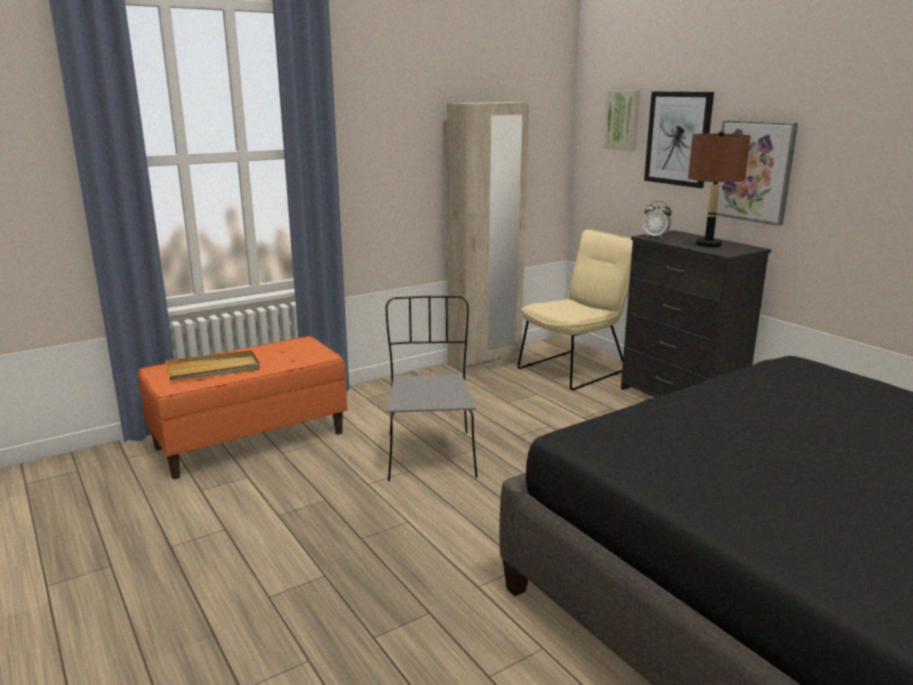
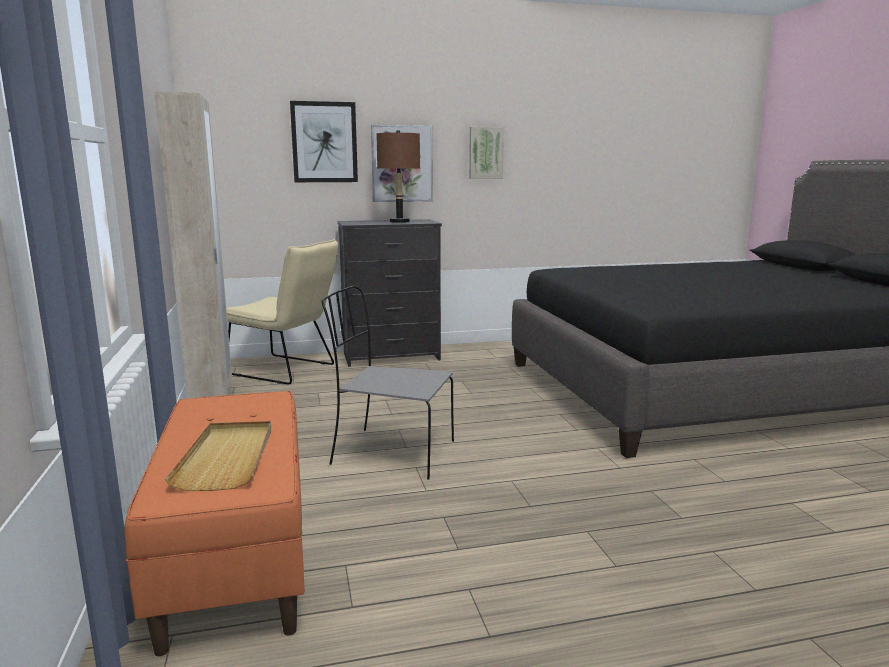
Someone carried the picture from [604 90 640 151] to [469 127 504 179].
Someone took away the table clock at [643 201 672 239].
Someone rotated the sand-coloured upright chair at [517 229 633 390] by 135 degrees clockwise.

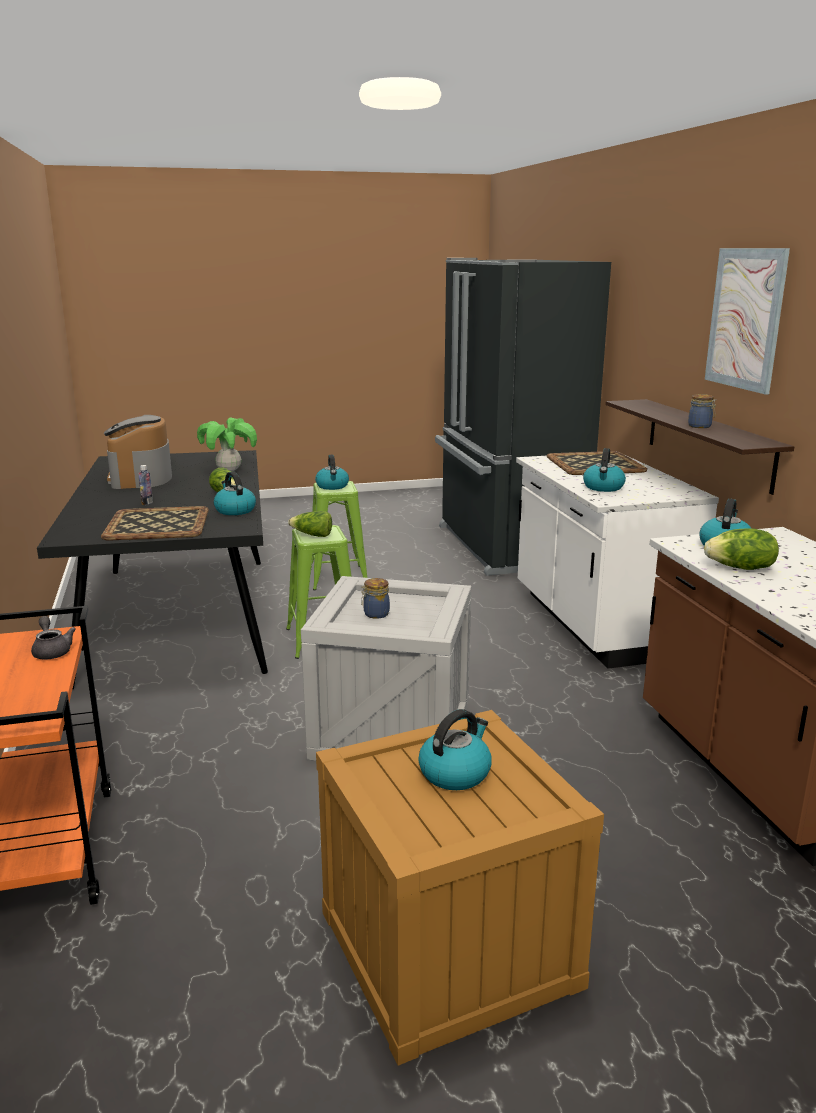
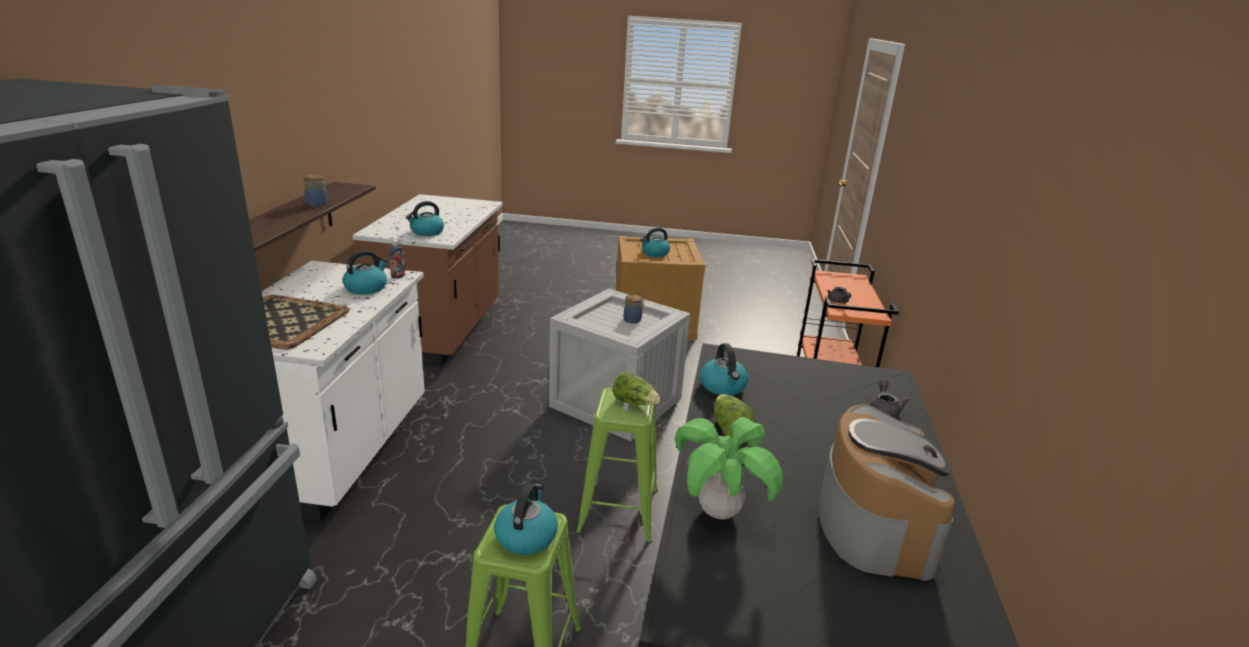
Someone took away the picture at [705 248 790 395].
Someone carried the bottle from [138 465 153 505] to [389 240 405 279].
Someone took away the carrying tray at [101 506 209 541].
Someone took away the lettuce at [704 528 779 570].
Someone put down the gray tea pot at [870 379 909 418].

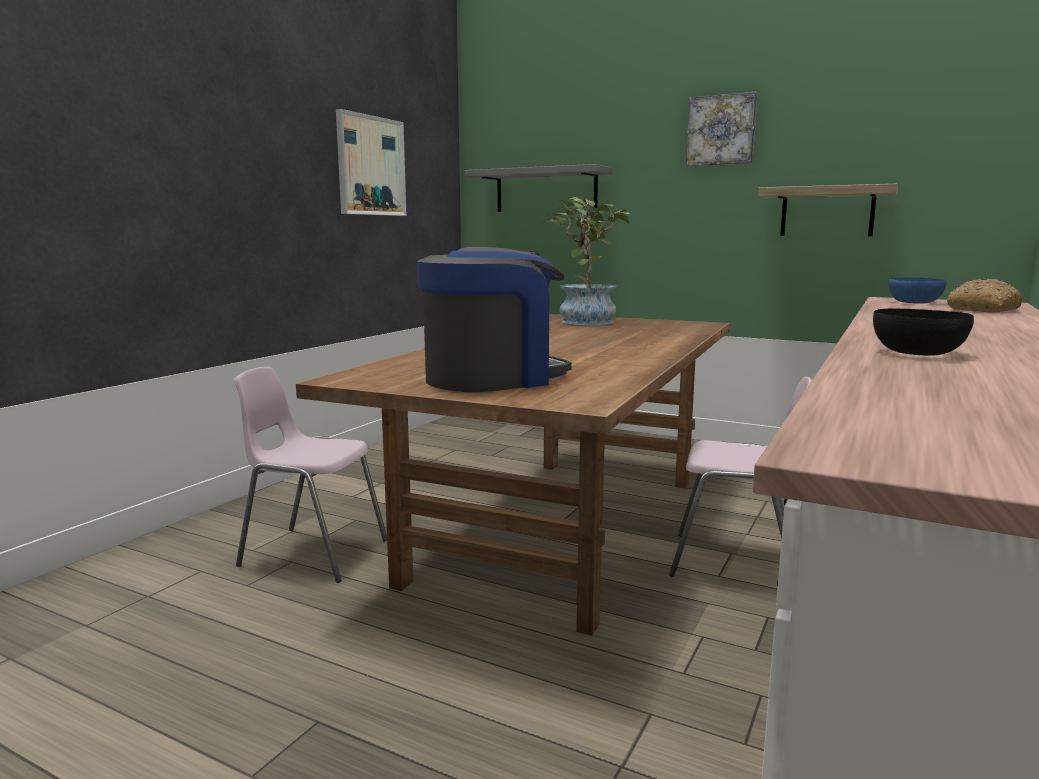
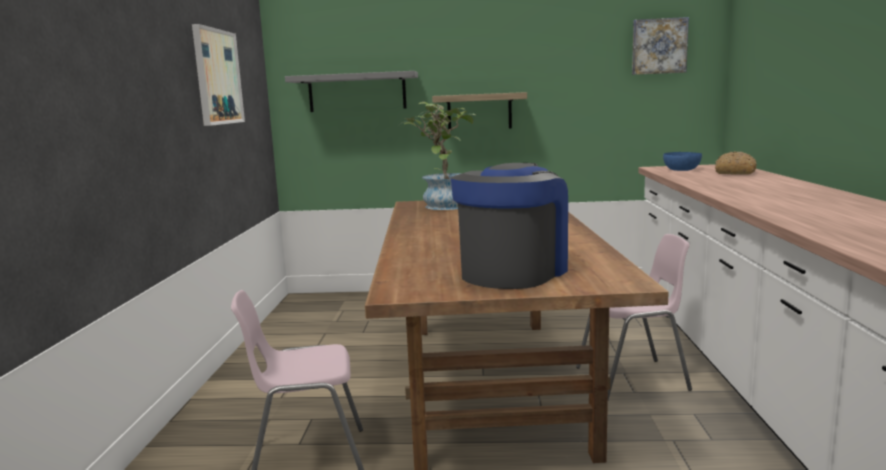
Someone carried the picture from [686 92 757 166] to [632 17 689 75].
Someone carried the bracket shelf from [758 184 898 236] to [432 92 527 130].
Someone took away the black serving bowl at [873 308 974 356].

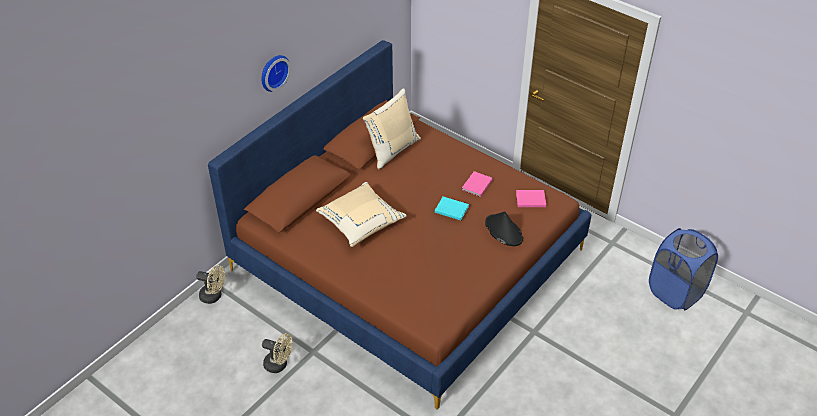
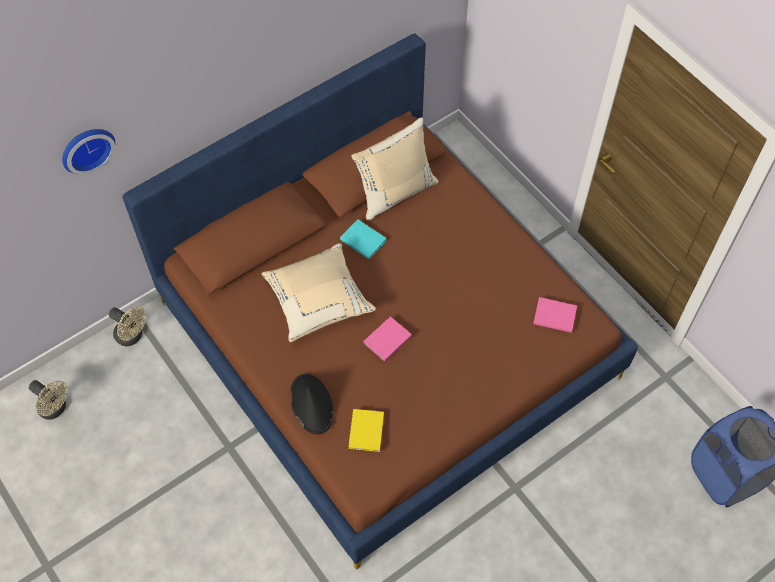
Someone carried the clock on the wall from [262 55 291 92] to [62 129 115 175].
Someone carried the pinkish book from [462 171 493 197] to [363 316 412 362].
Someone carried the turquoise book from [435 196 469 220] to [340 219 387 259].
Someone carried the black wearable hat from [485 211 523 246] to [291 374 333 434].
Someone carried the sand-coloured cooling fan from [262 334 292 373] to [29 380 68 420].
Someone put down the yellow-coloured book at [348 409 384 452].

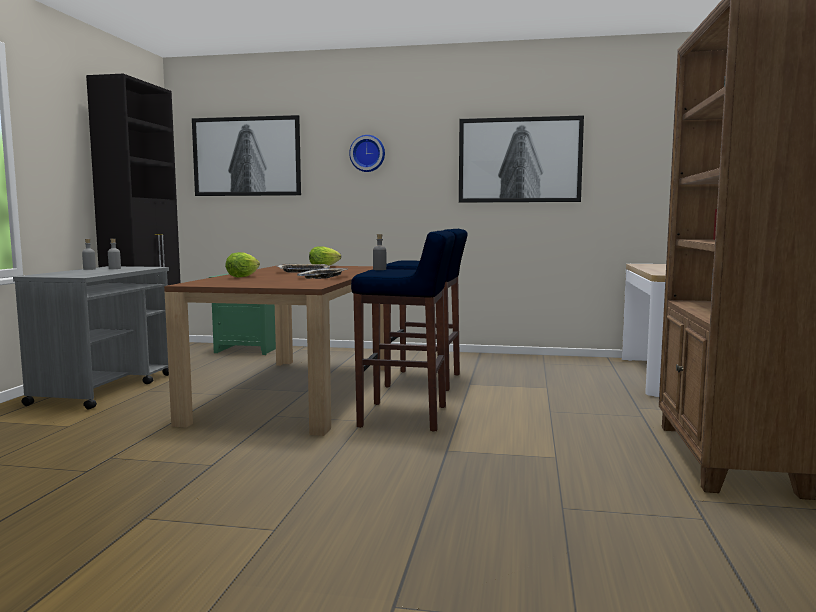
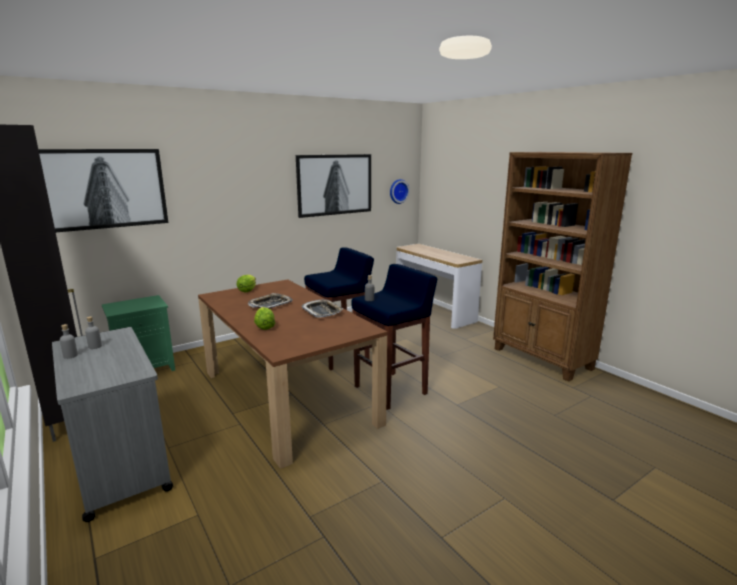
Someone carried the clock on the wall from [349 135 385 172] to [390 179 410 204].

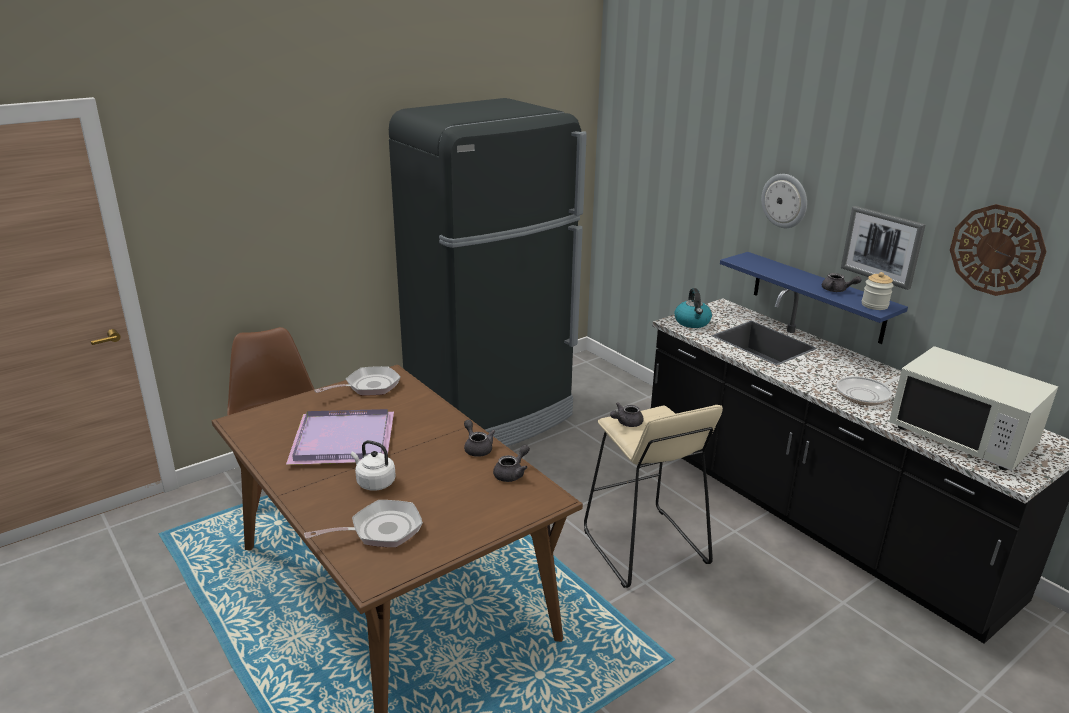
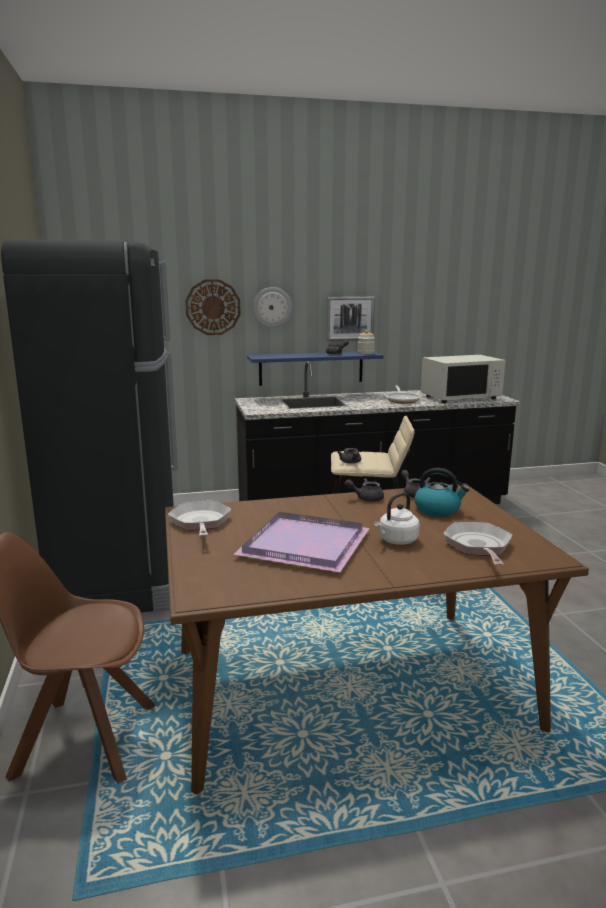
Someone carried the clock on the wall from [950 204 1047 296] to [185 279 241 335].
Someone carried the tea kettle from [674 288 712 328] to [414 468 469 517].

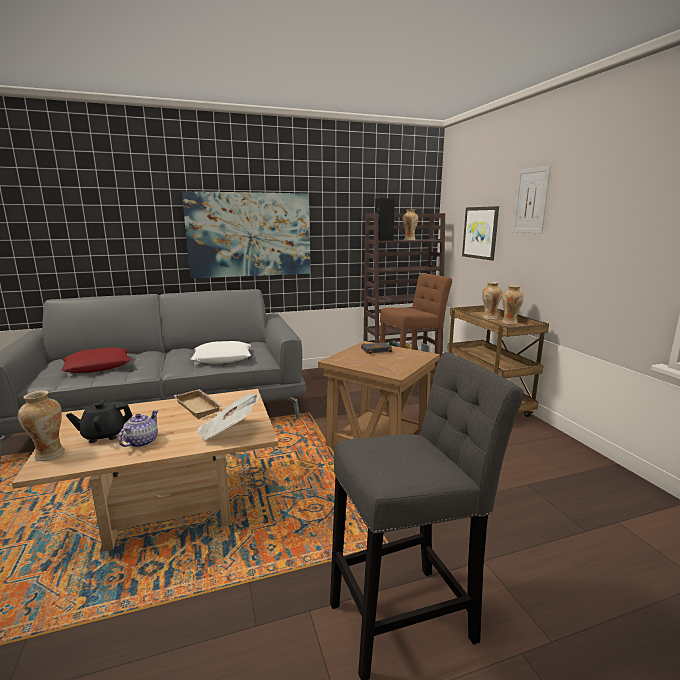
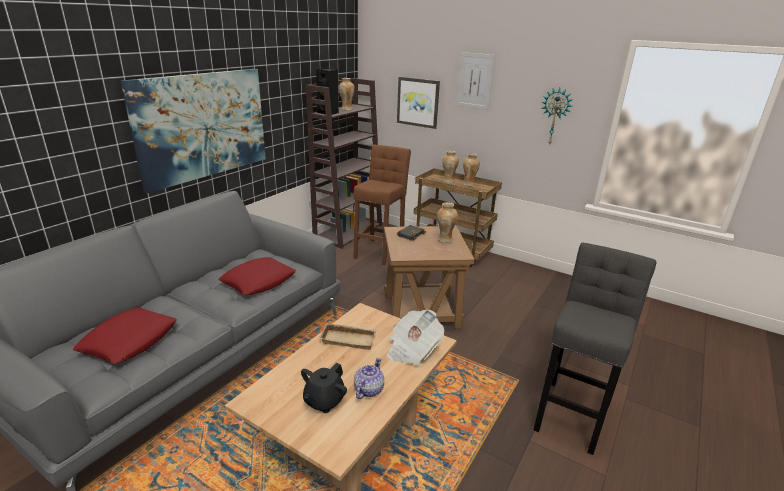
Someone repainted the white throw pillow at [191 341 251 364], which became the red throw pillow at [218 257 296 295].
Someone carried the vase from [18 390 65 461] to [437 202 458 243].
Someone rotated the tea pot at [118 410 158 447] by 45 degrees clockwise.
Someone put up the clock on the wall at [541 88 573 146].

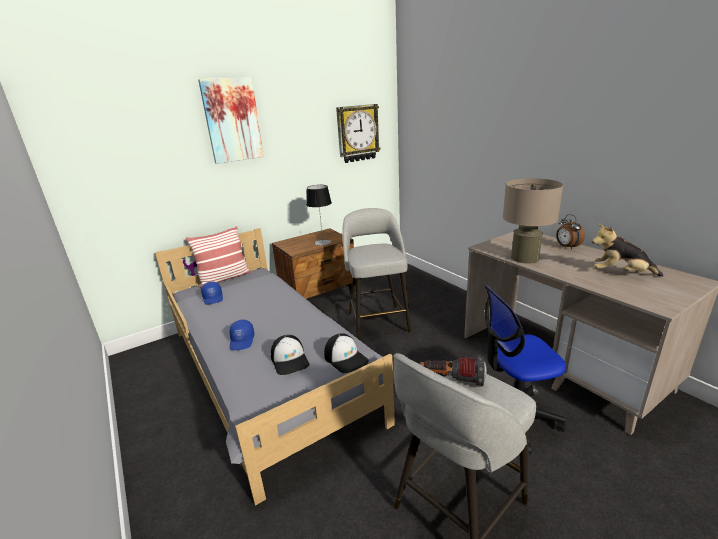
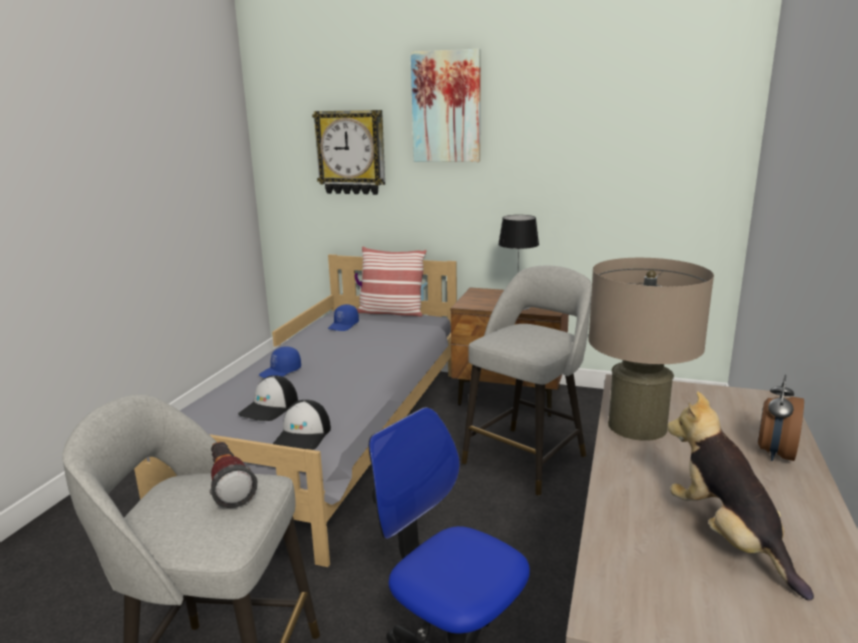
Someone carried the clock on the wall from [336 104 381 163] to [312 110 385 195].

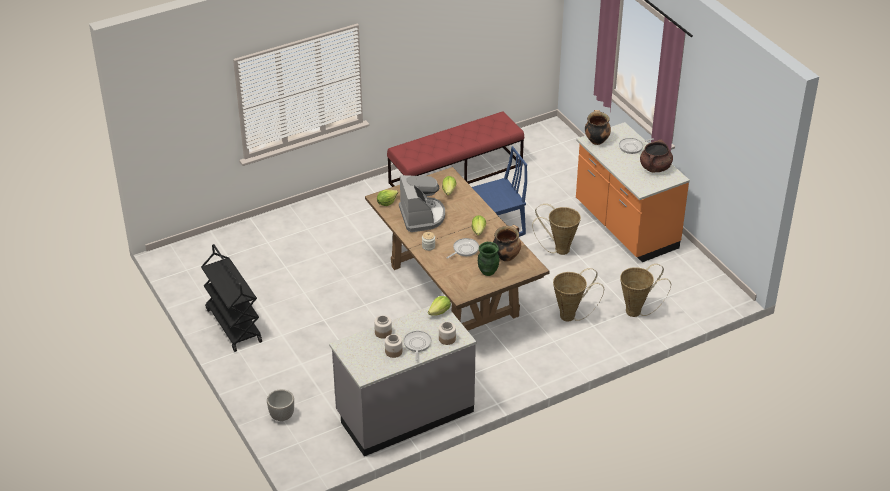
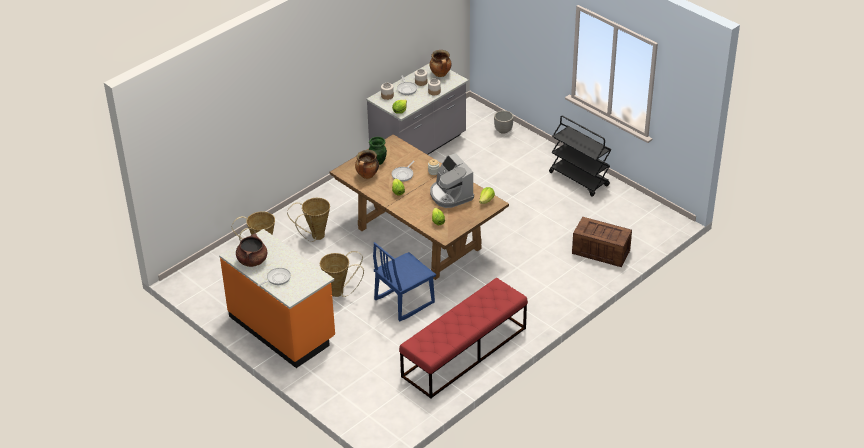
Someone carried the cooking pot from [585 110 611 145] to [430 50 452 77].
Someone put down the shipping crate at [572 217 632 267].

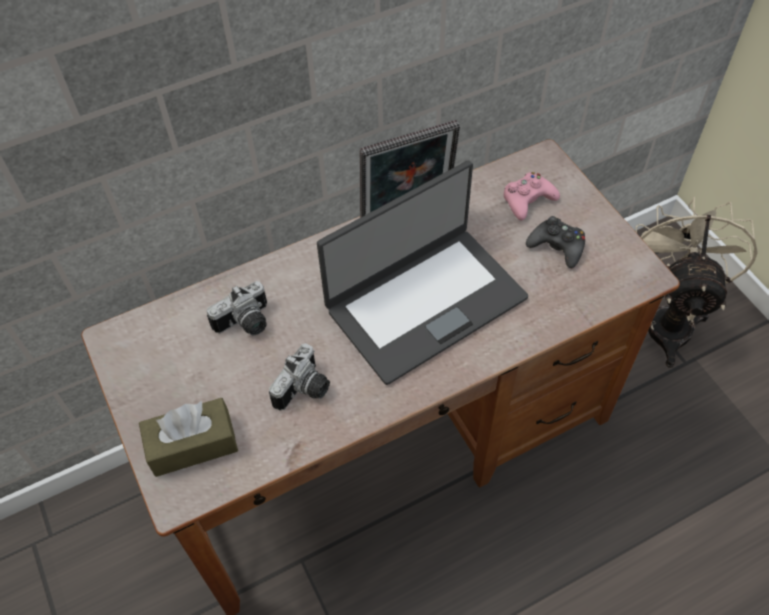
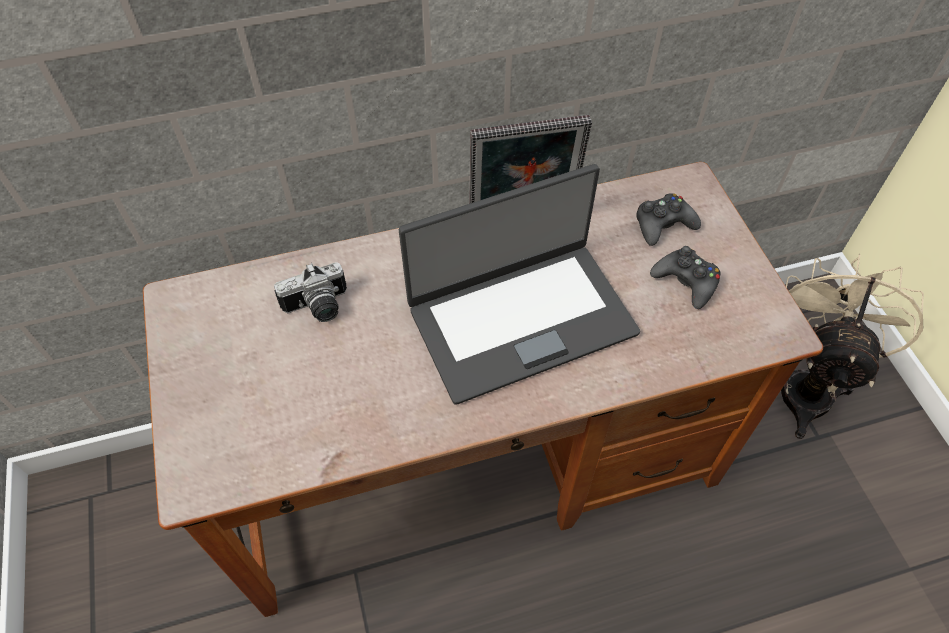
Someone repainted the pinkish joypad at [504 172 560 221], which became the black joypad at [636 193 701 246].
Someone took away the still camera at [269 343 330 411].
Someone took away the brown-coloured box of tissues at [139 398 238 477].

